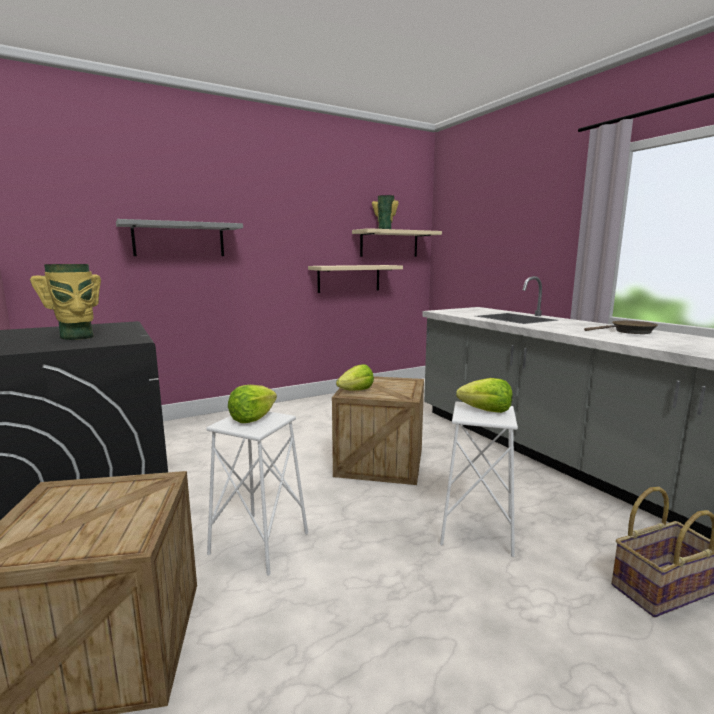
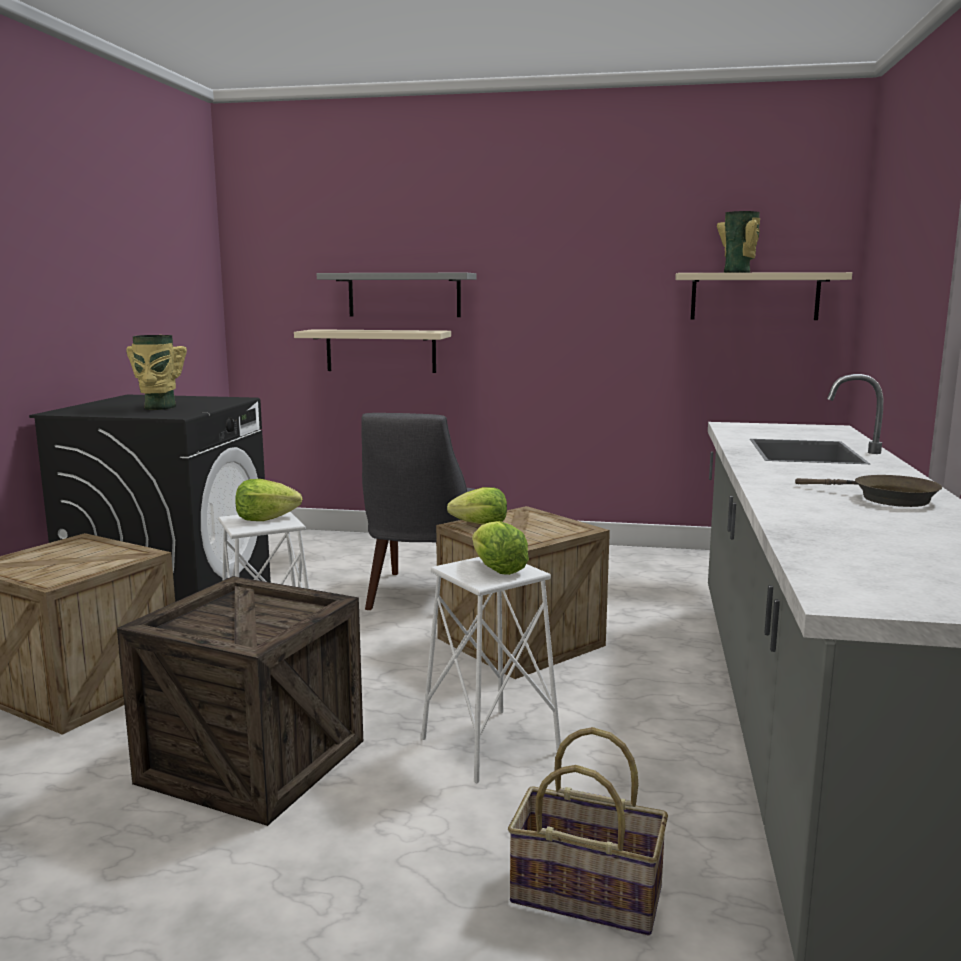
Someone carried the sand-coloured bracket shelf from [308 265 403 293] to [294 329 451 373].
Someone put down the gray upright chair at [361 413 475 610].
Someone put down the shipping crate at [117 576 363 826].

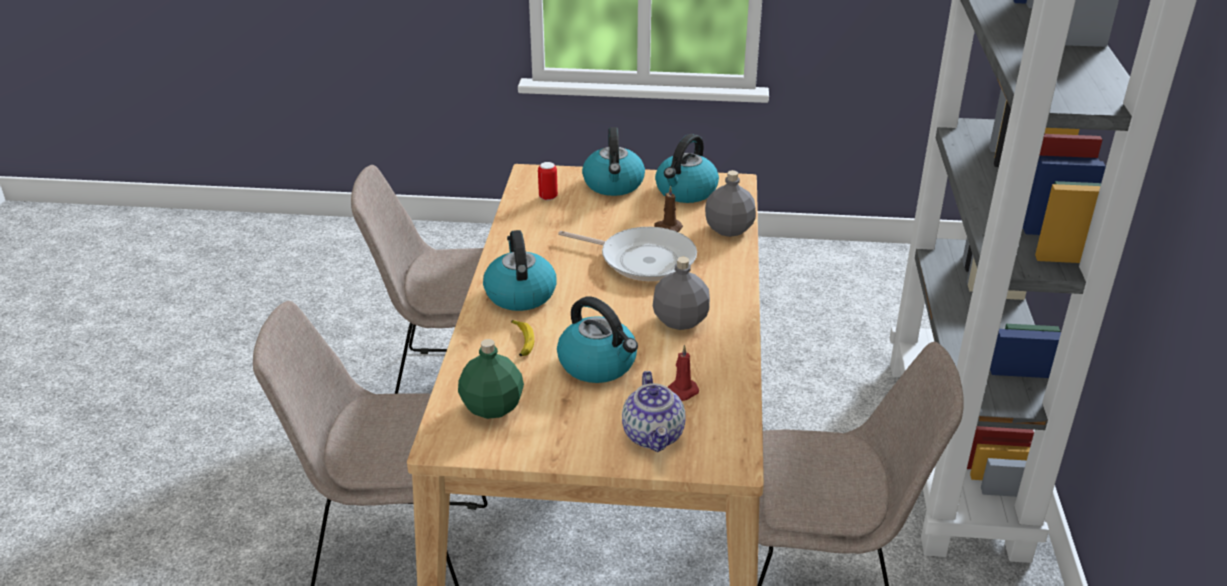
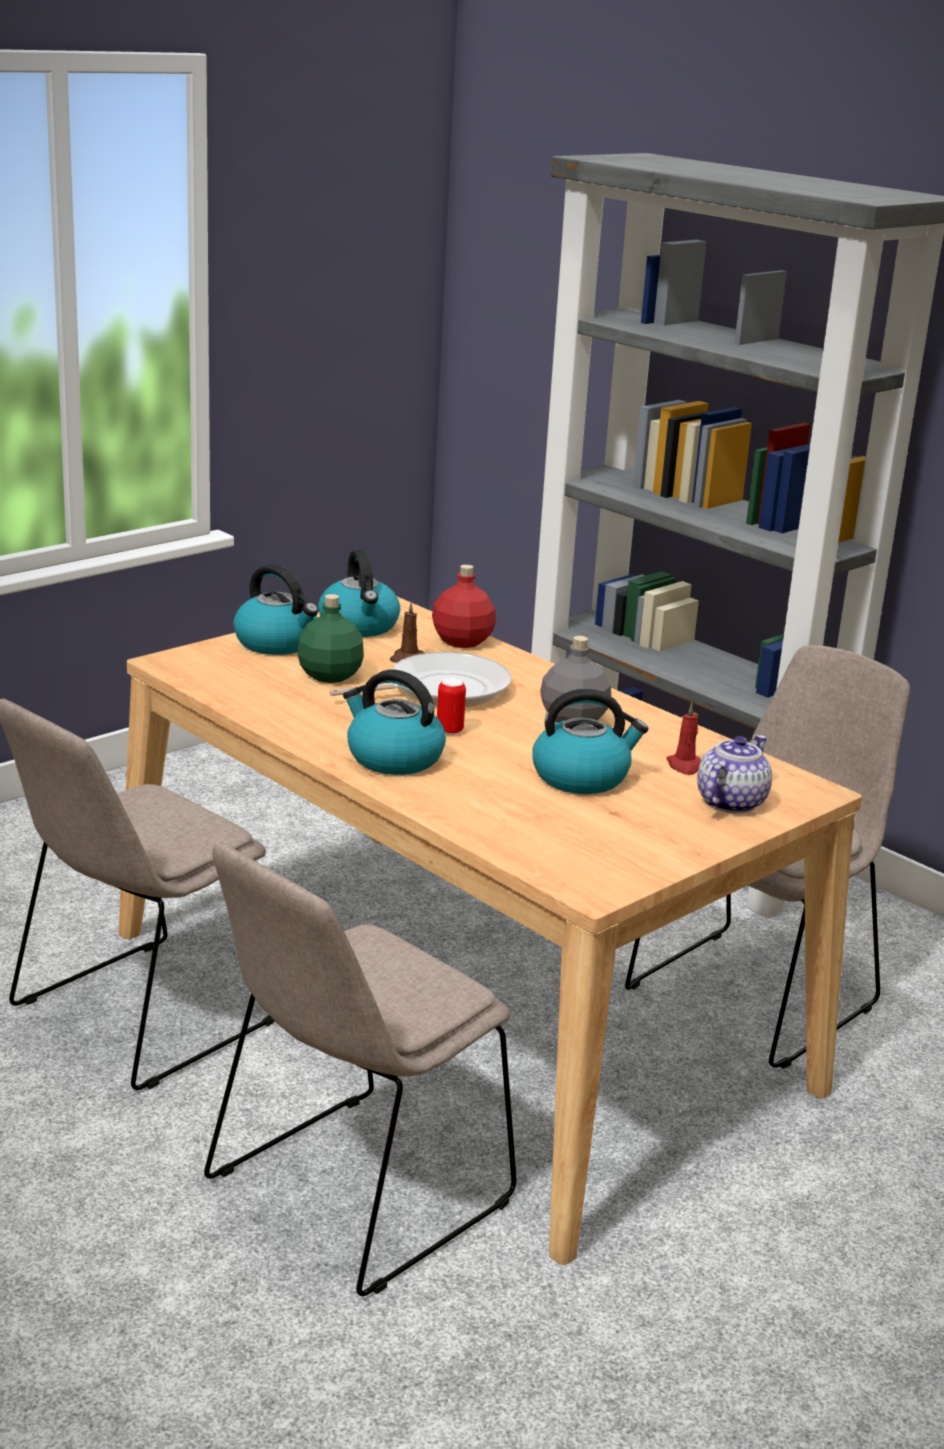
Someone carried the can from [538 162 558 200] to [437 678 466 735].
Someone repainted the gray bottle at [705 170 756 237], which became the red bottle at [432 564 496 648].
Someone took away the whole banana at [511 320 534 356].
Someone carried the green-coloured bottle from [458 339 524 419] to [298 594 364 683].
Someone rotated the tea pot at [622 371 686 452] by 90 degrees counterclockwise.

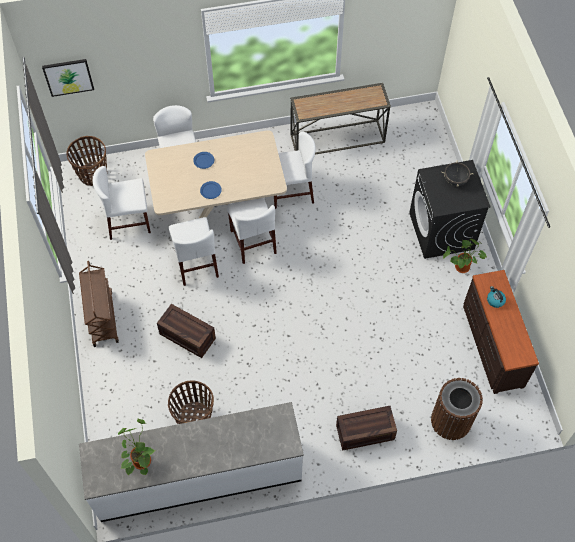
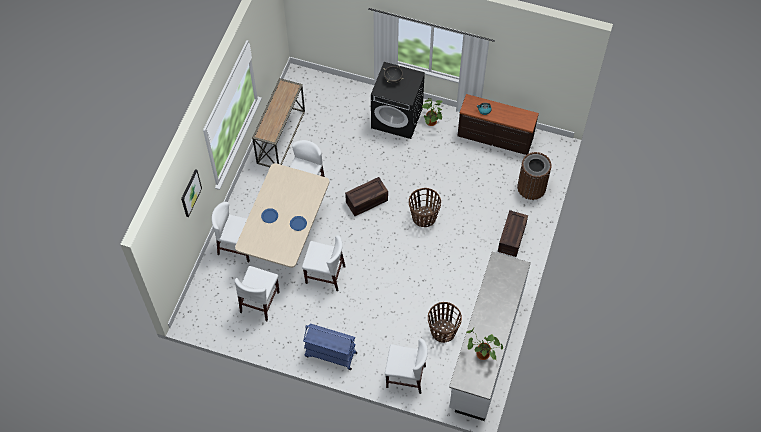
Someone carried the picture from [42 59 94 97] to [181 169 202 217].
Someone carried the storage basket from [66 136 107 186] to [409 188 441 227].
Someone carried the white upright chair from [227 198 277 264] to [385 339 428 394].
Someone repainted the brown-coloured trolley at [79 261 119 347], which became the blue trolley at [303 324 358 370].
Someone carried the shipping crate from [157 304 216 358] to [345 177 388 216].

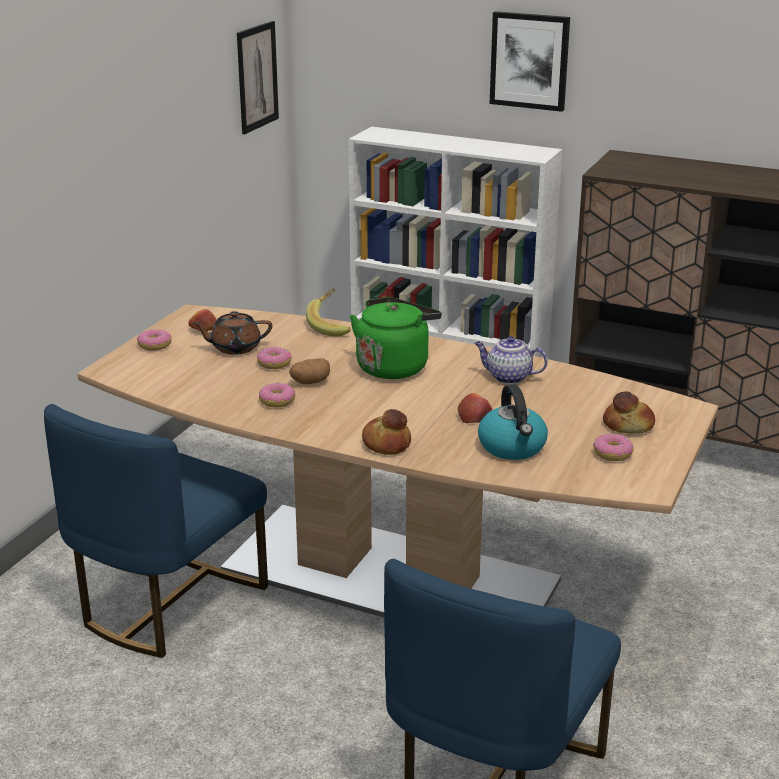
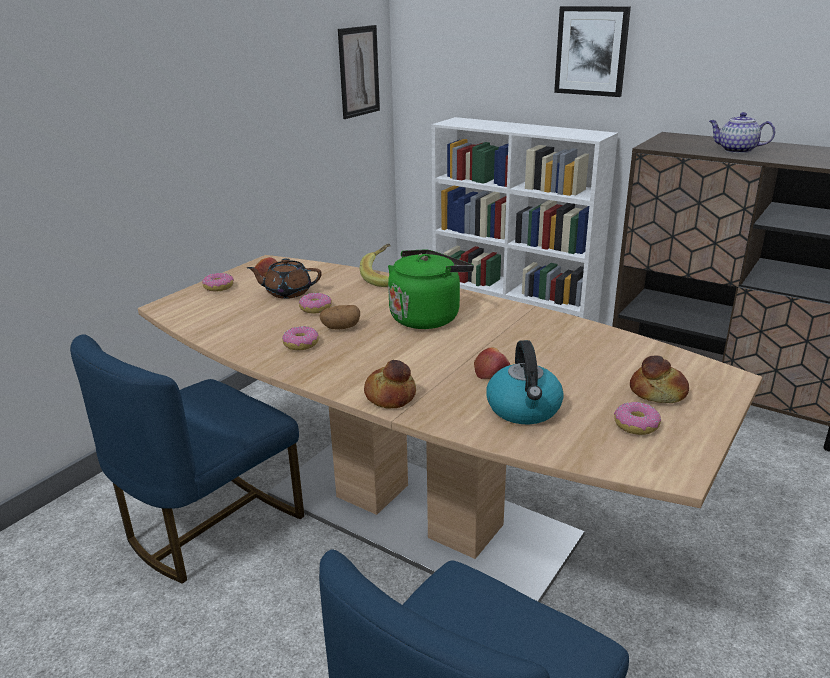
Someone carried the tea pot from [474 336 548 384] to [709 112 775 153].

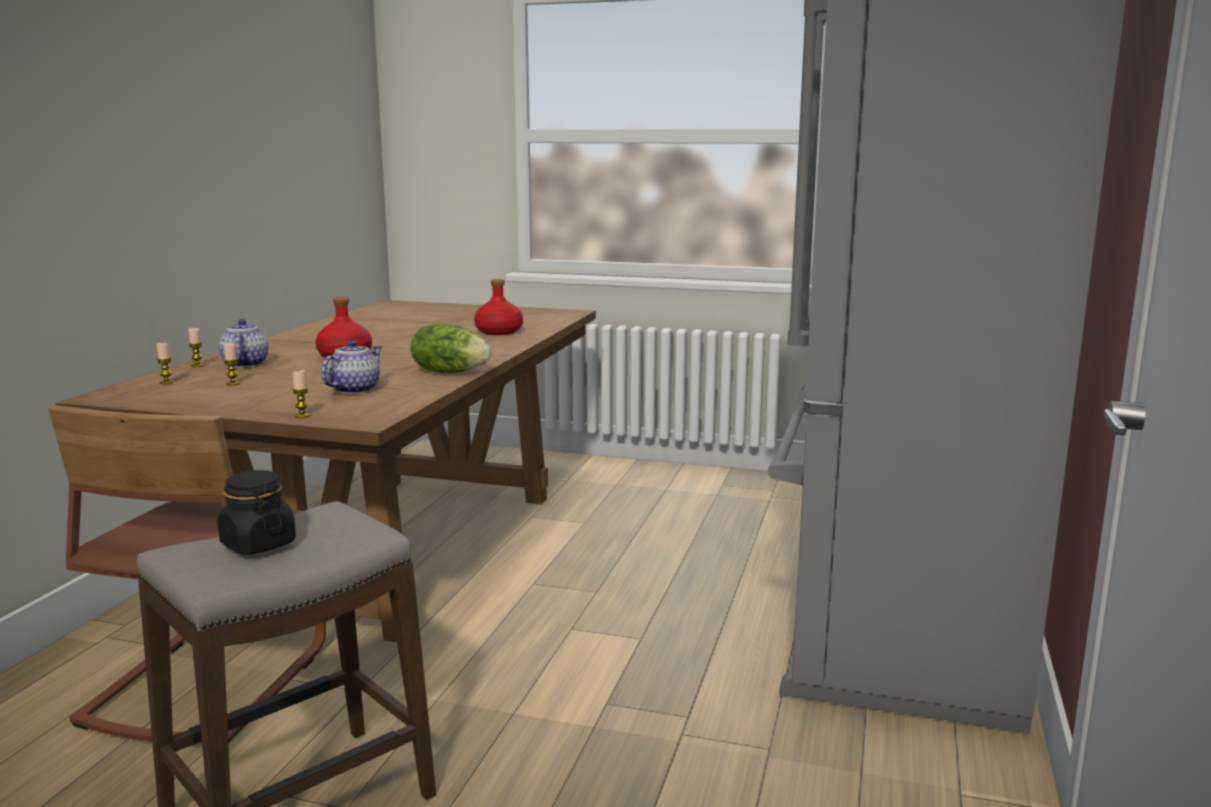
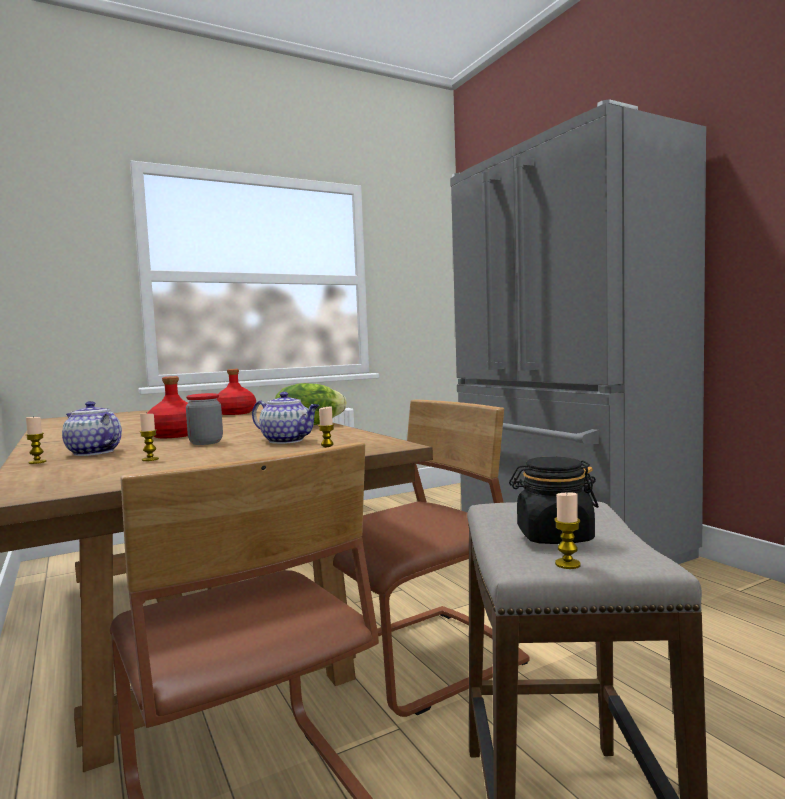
Someone rotated the tea pot at [321 340 382 394] by 135 degrees clockwise.
Someone carried the candle from [156 342 174 384] to [554 492 581 569].
Someone put down the preserve jar at [186 393 223 445].
Someone put down the brown-coloured upright chair at [313 399 530 717].

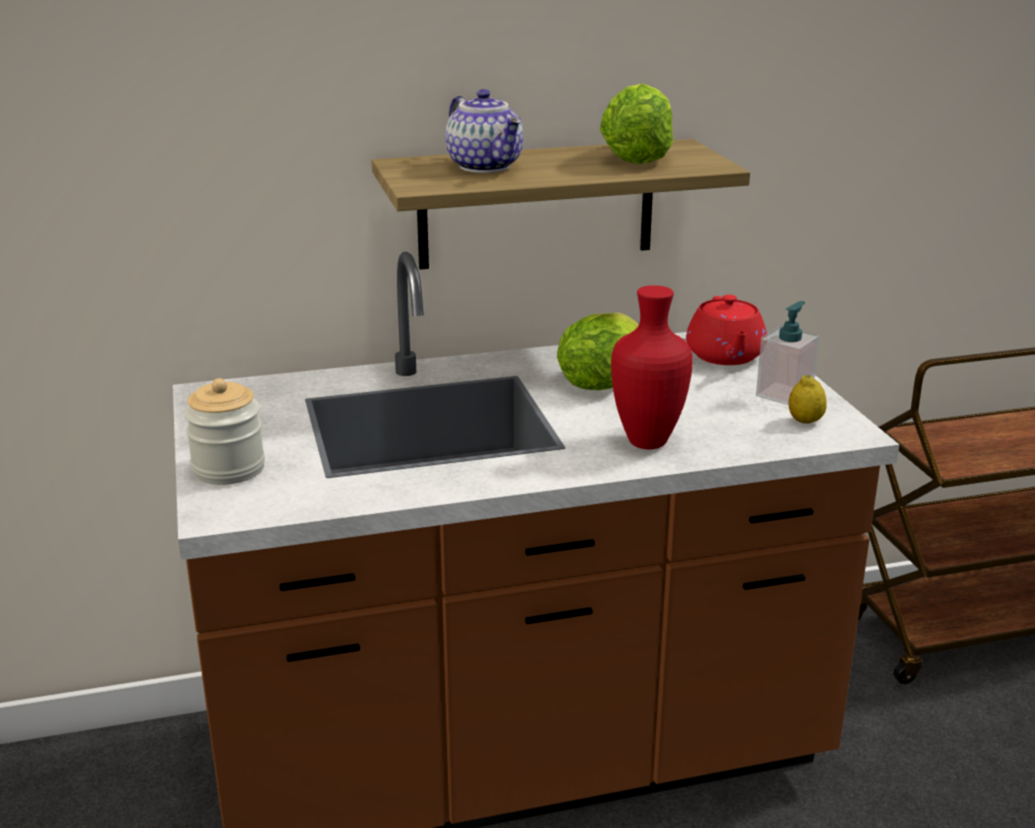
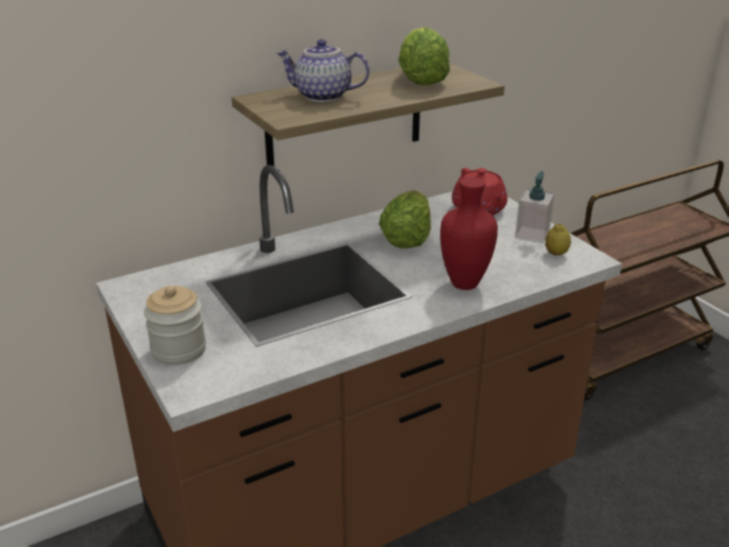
Someone rotated the tea pot at [445 89 523 173] by 150 degrees clockwise.

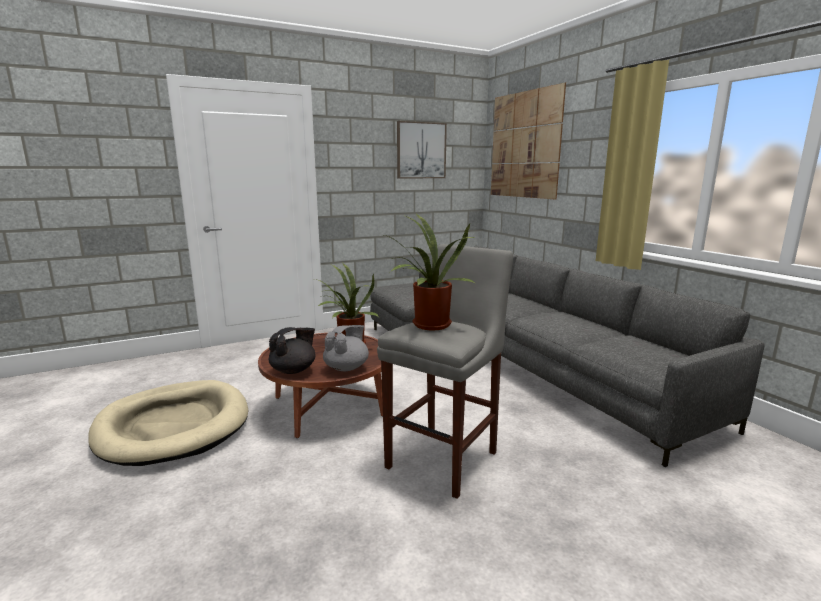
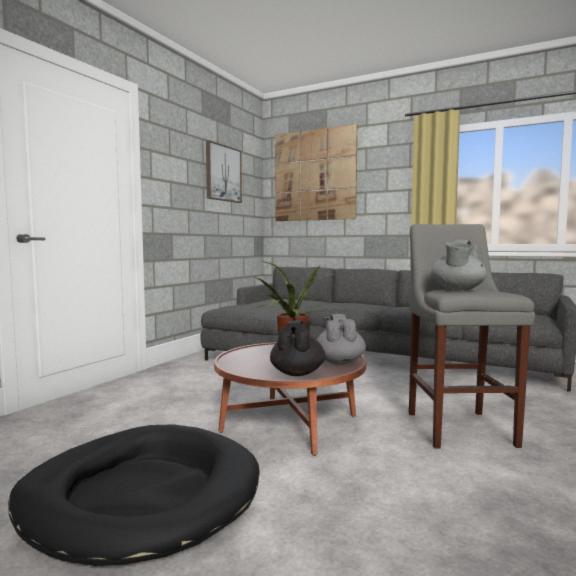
Someone swapped the plant in a pot at [384 214 477 330] for the gray tea pot at [431 240 487 291].
Someone repainted the sand-coloured dog bed at [88 380 248 466], which became the black dog bed at [8 424 260 566].

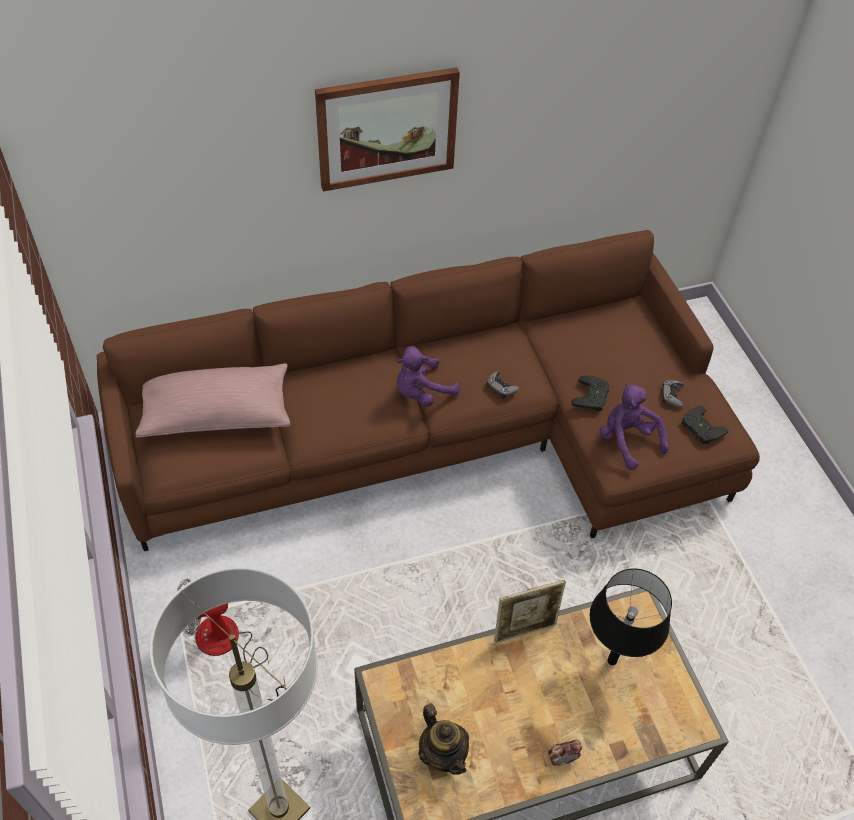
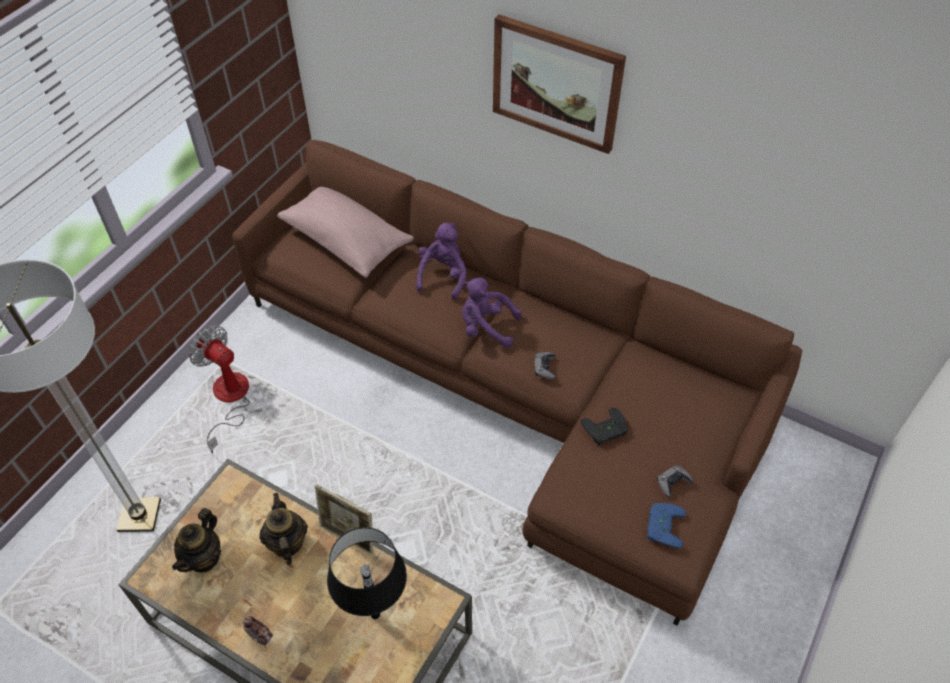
Someone carried the purple cuddly toy from [599 383 669 470] to [416 222 467 300].
Someone repainted the black joypad at [682 406 728 444], which became the blue joypad at [647 503 686 548].
Someone put down the tea pot at [259 493 308 565].

